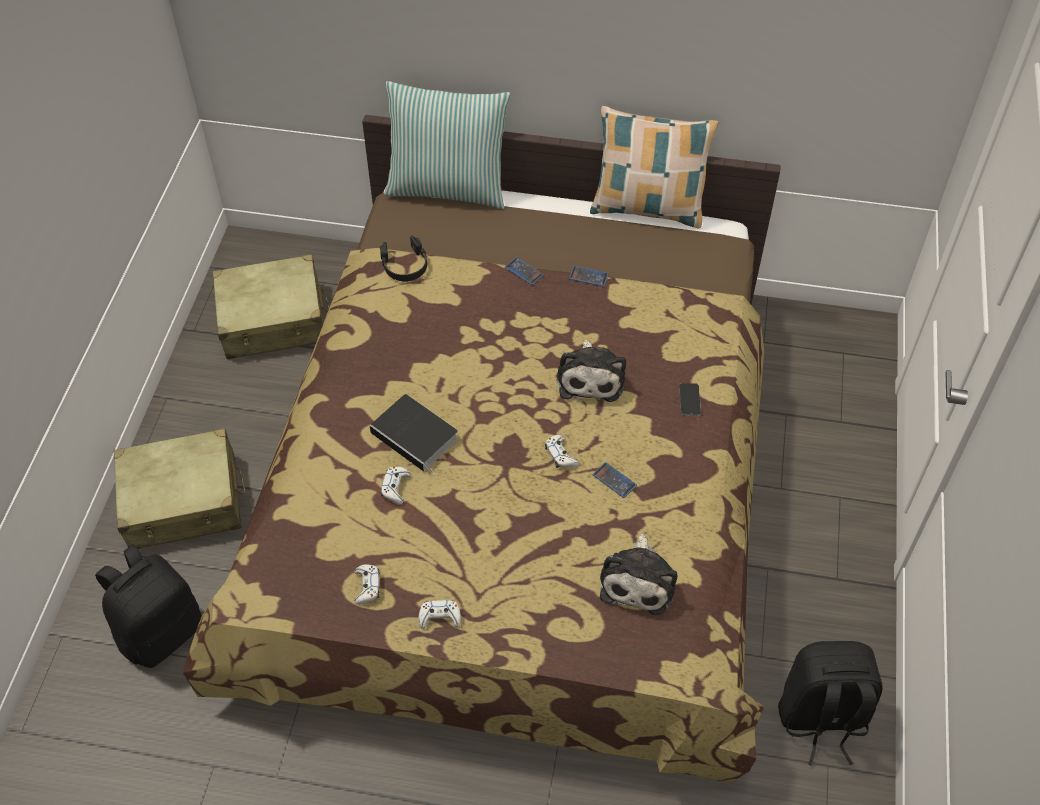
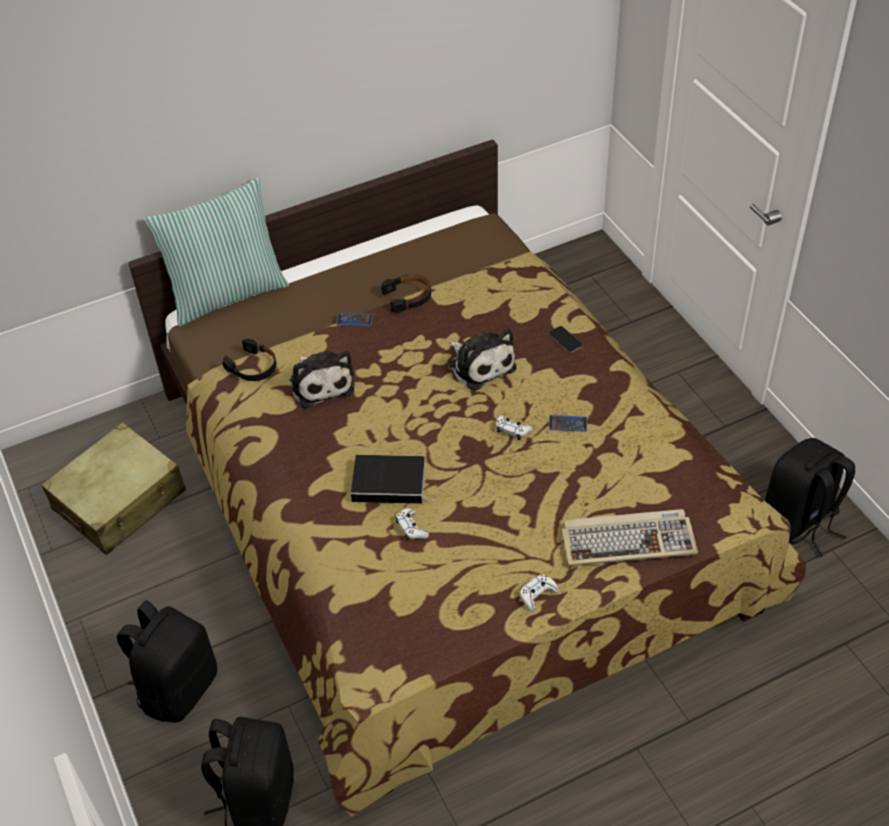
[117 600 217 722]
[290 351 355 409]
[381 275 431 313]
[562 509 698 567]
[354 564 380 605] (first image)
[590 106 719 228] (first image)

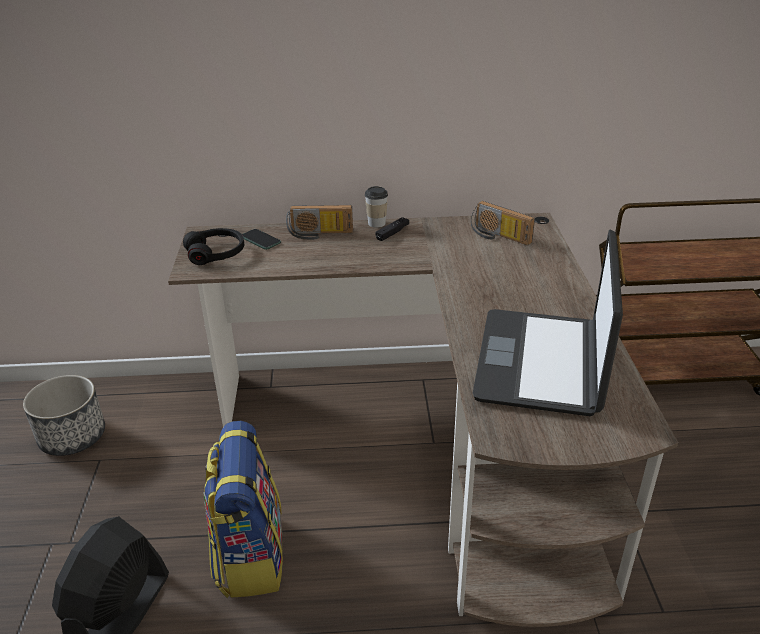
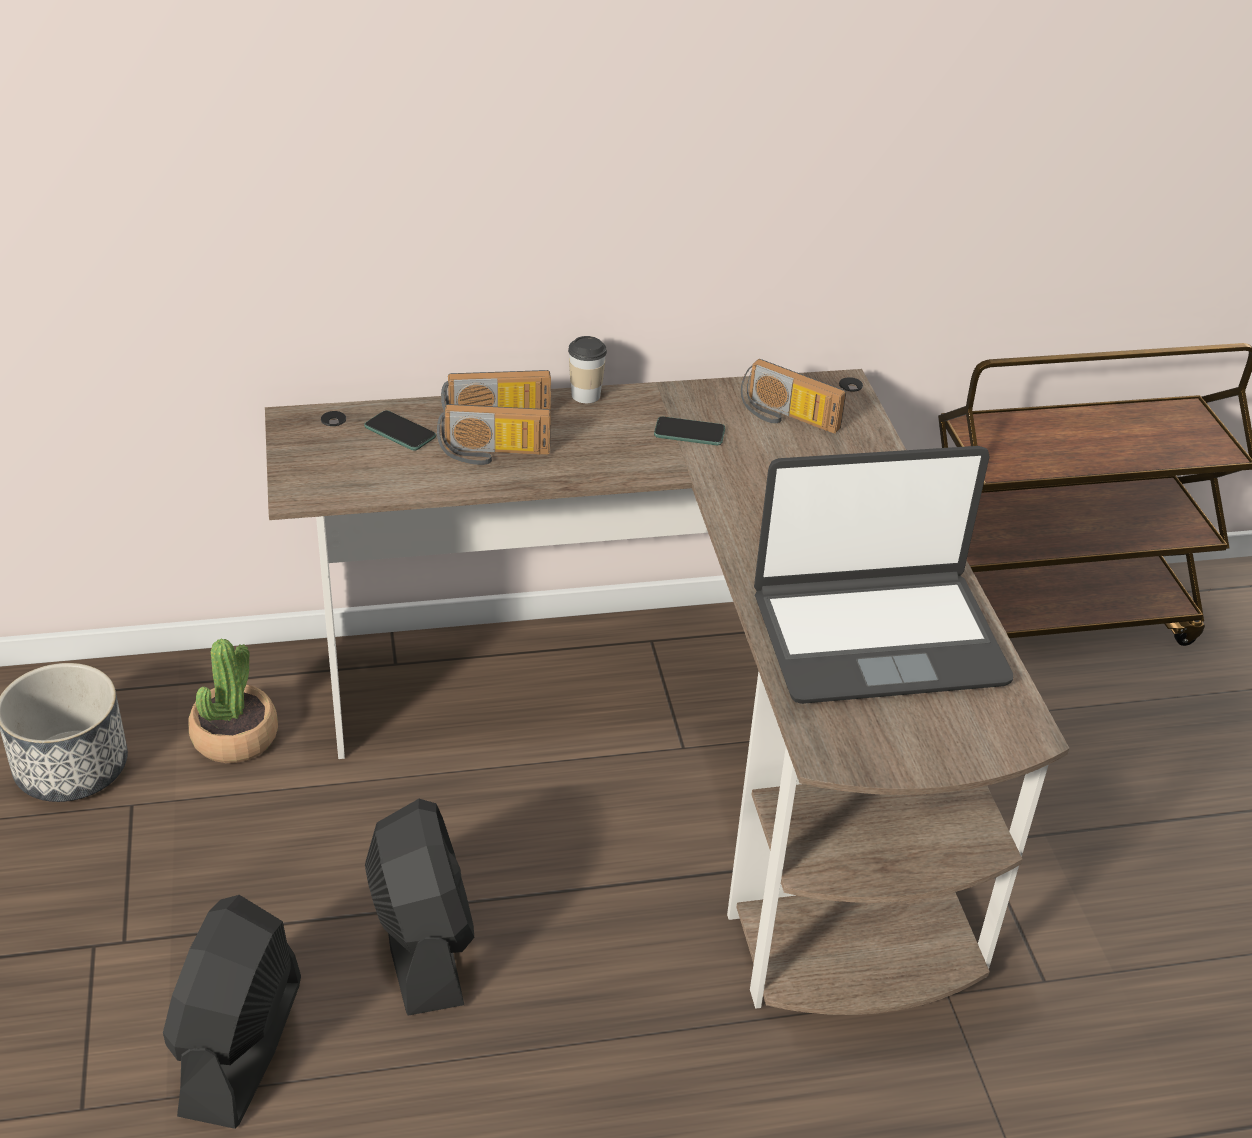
[188 639 278 763]
[365 799 474 1016]
[437 404 551 465]
[654 416 725 445]
[754 446 1013 704]
[183 228 244 265] (first image)
[376 217 409 241] (first image)

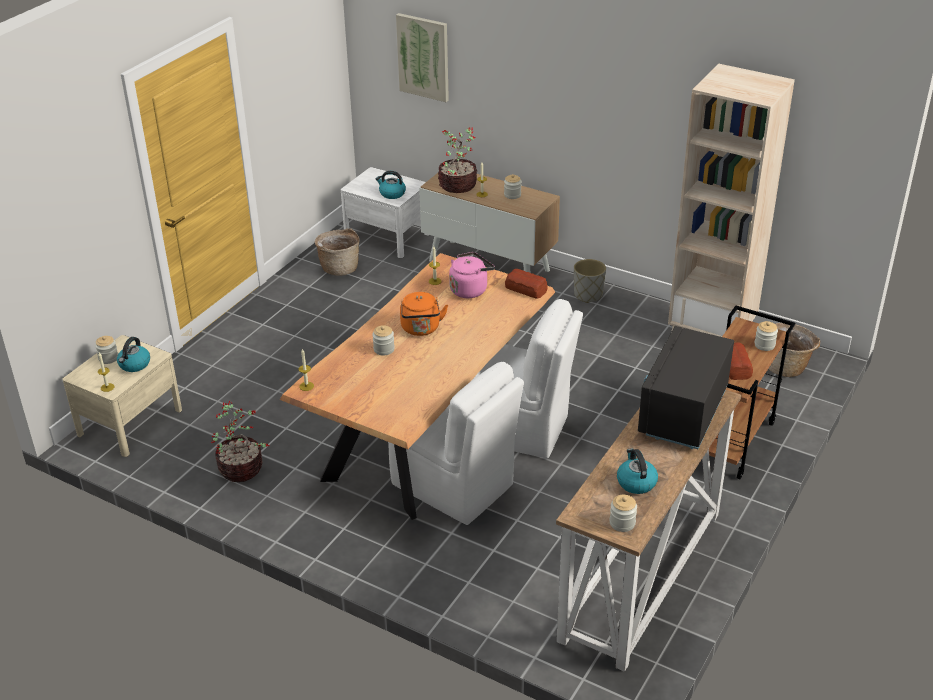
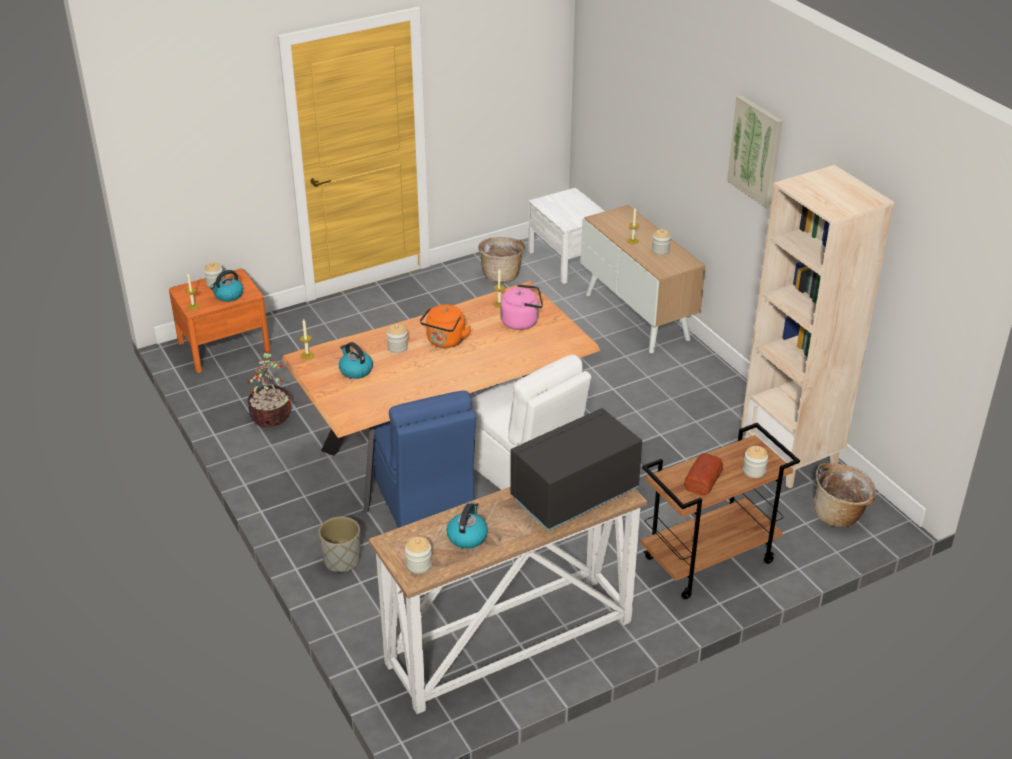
[169 269 270 373]
[318 516 360 572]
[339 342 373 379]
[373 391 476 528]
[727 95 783 208]
[438 127 477 193] (first image)
[505 269 547 299] (first image)

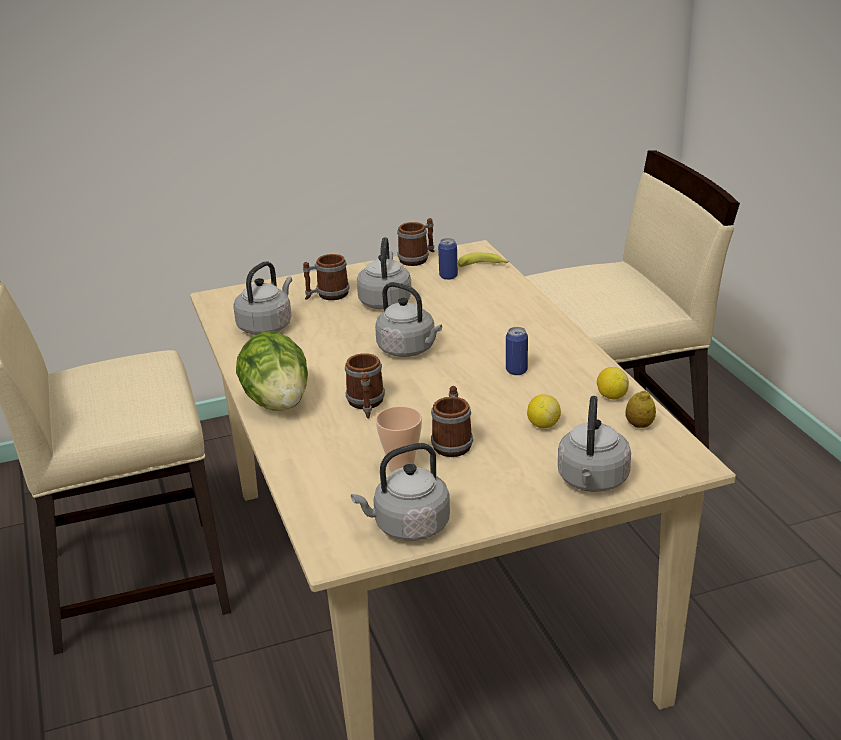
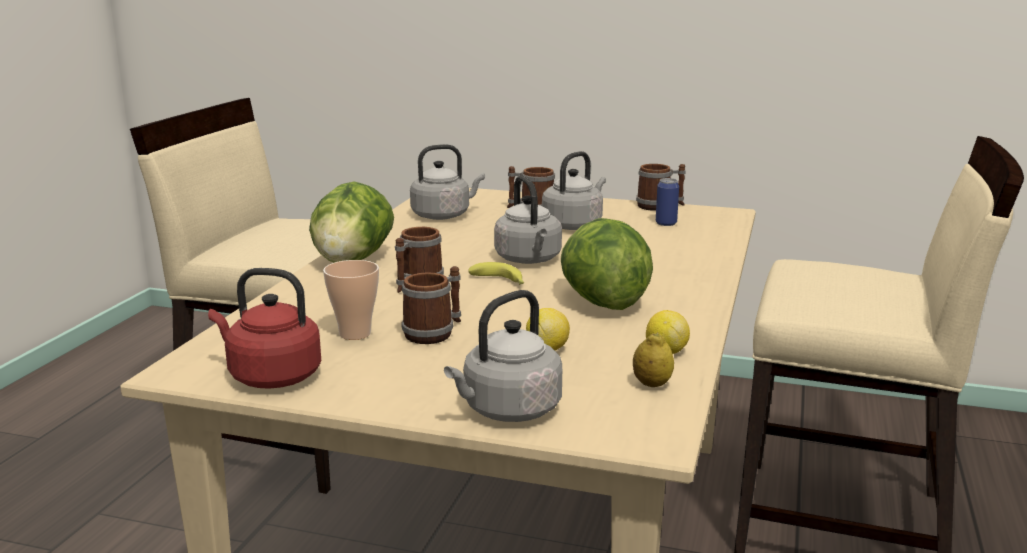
[208 268 321 389]
[468 262 524 285]
[561 218 653 310]

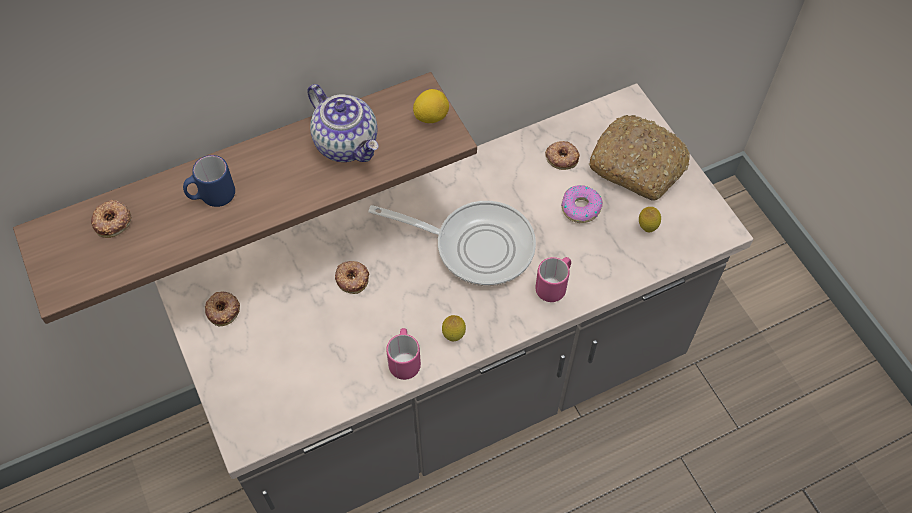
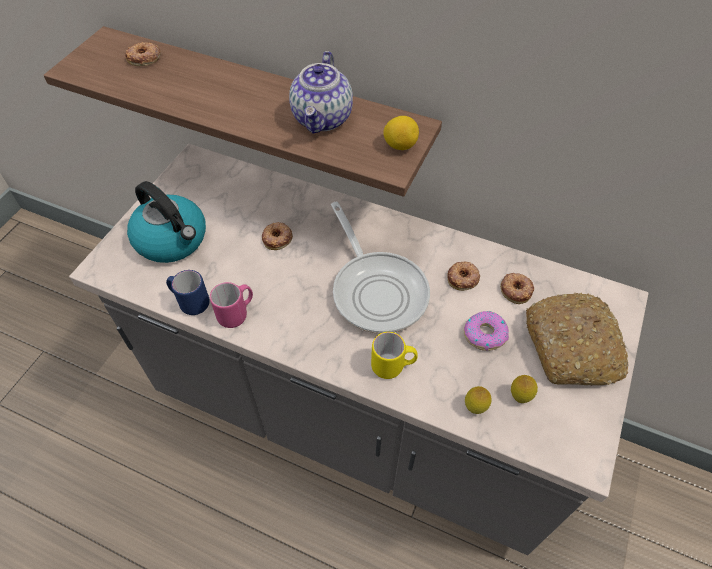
[127 181 206 263]
[166 270 210 315]
[371 332 418 379]
[447 261 480 291]
[465 386 492 414]

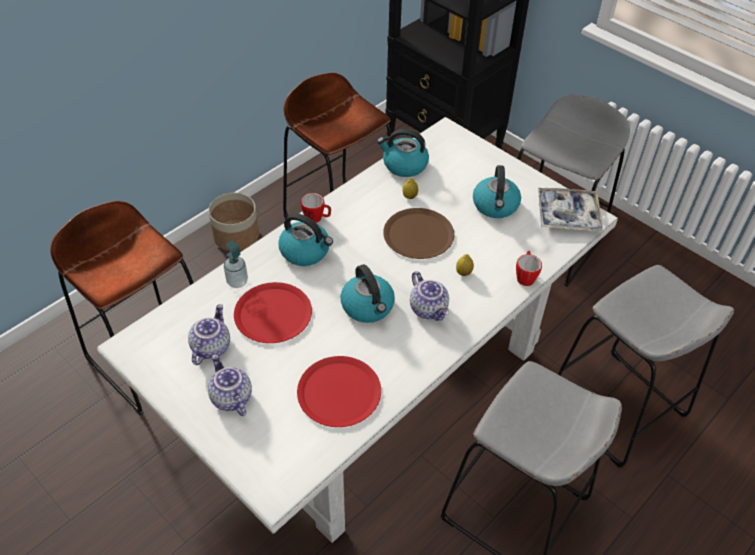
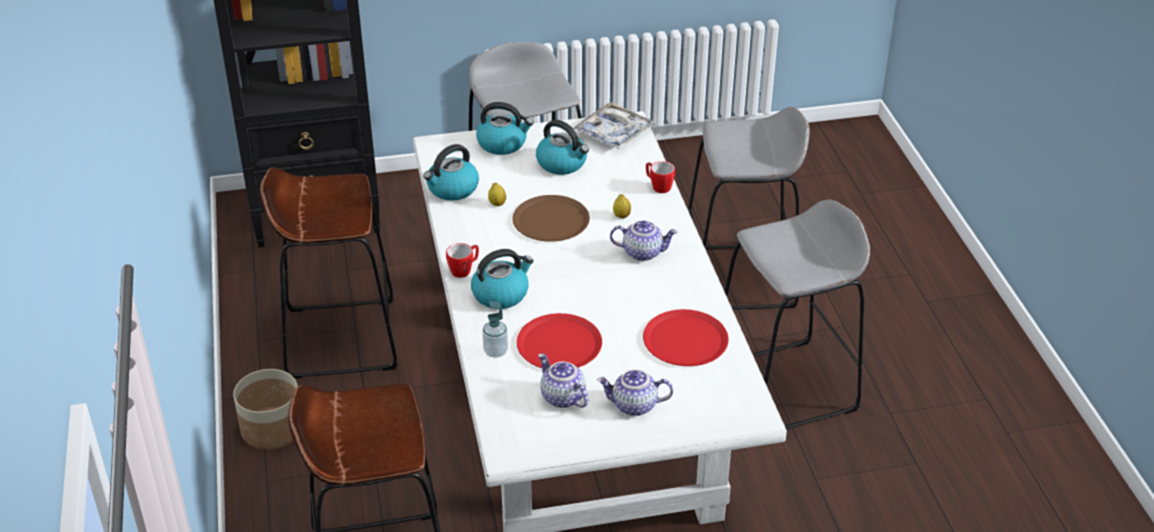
[476 102 534 155]

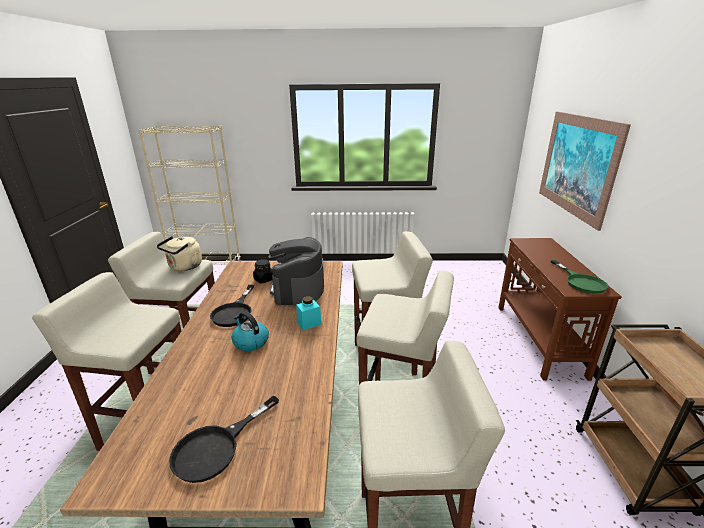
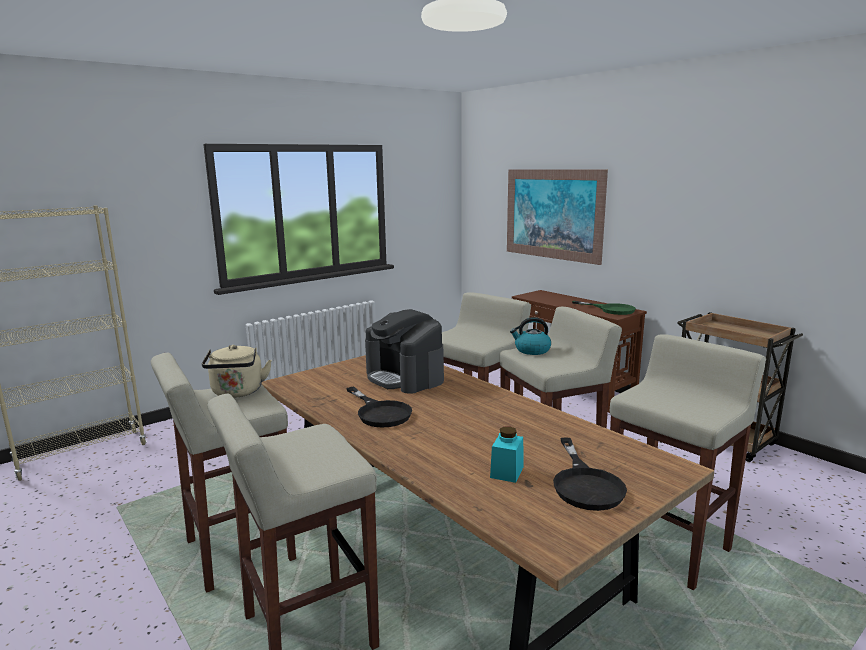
[490 427 524 483]
[510 317 551 355]
[253 259 273 283] (first image)

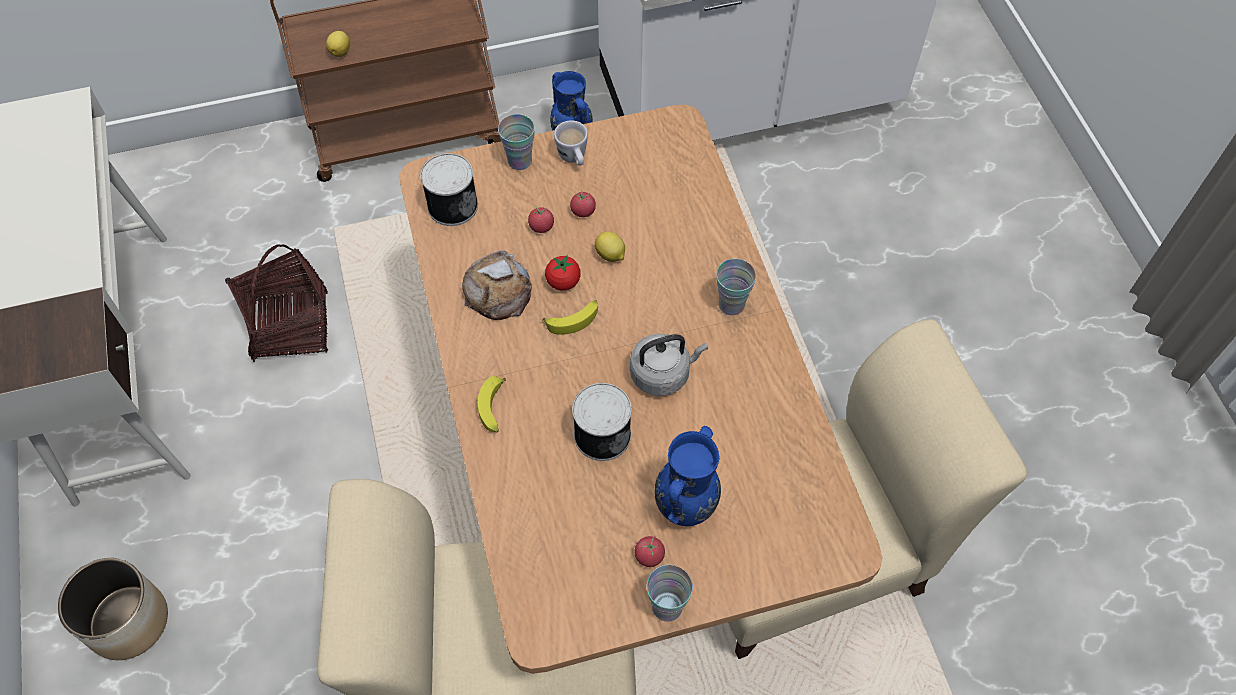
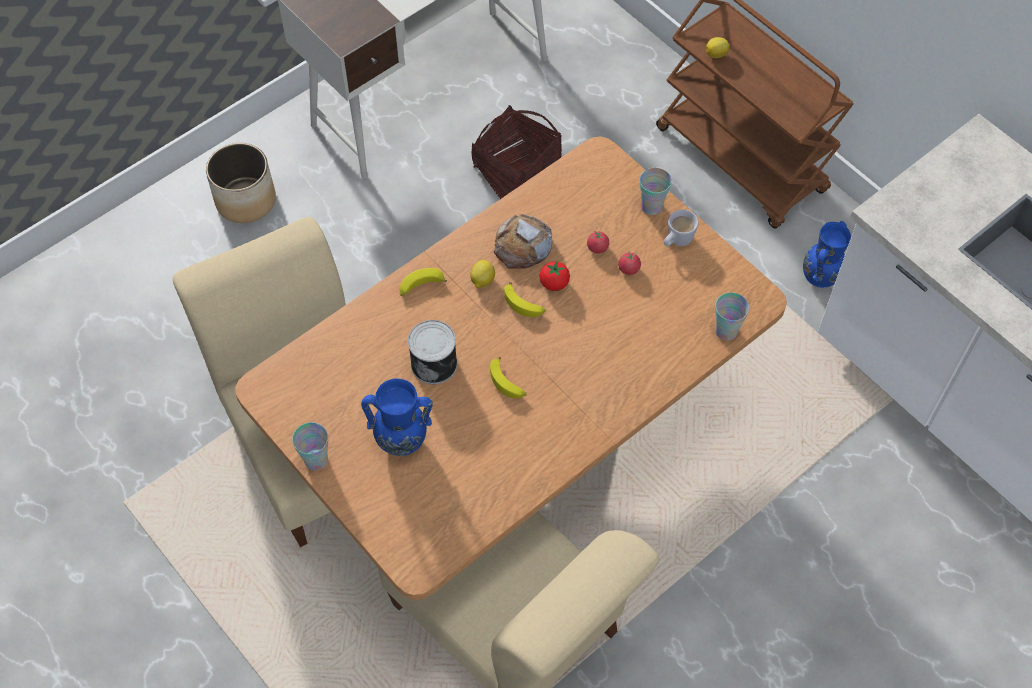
[470 260 495 288]
[490 357 527 399]
[715 293 749 340]
[420 153 478 226] (first image)
[635 536 665 567] (first image)

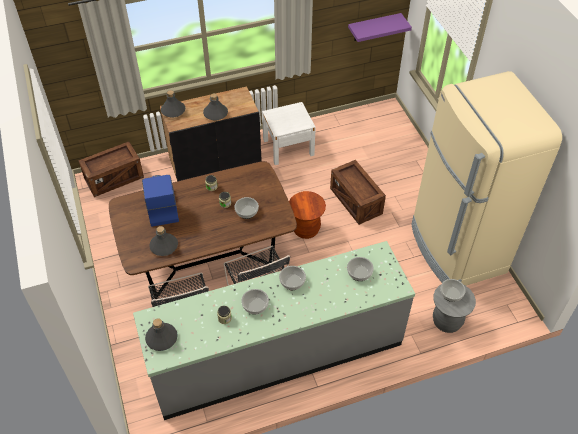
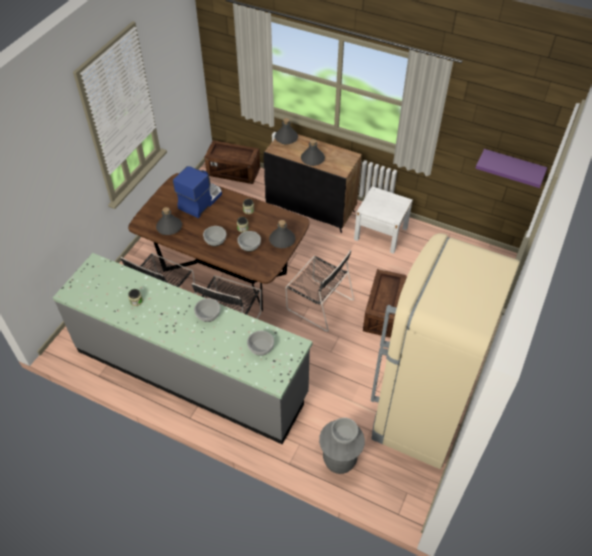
[203 226 226 246]
[269 220 296 248]
[285 250 354 332]

